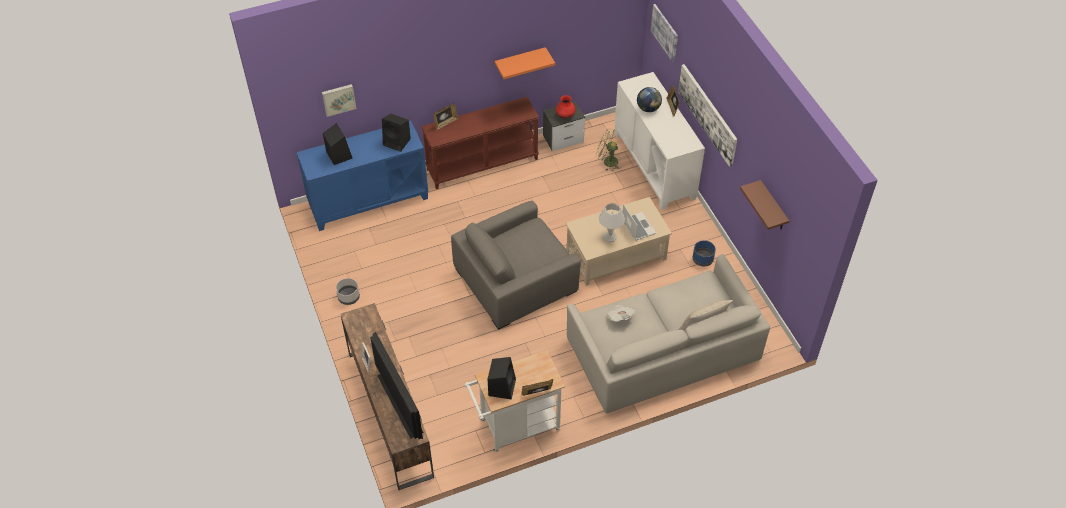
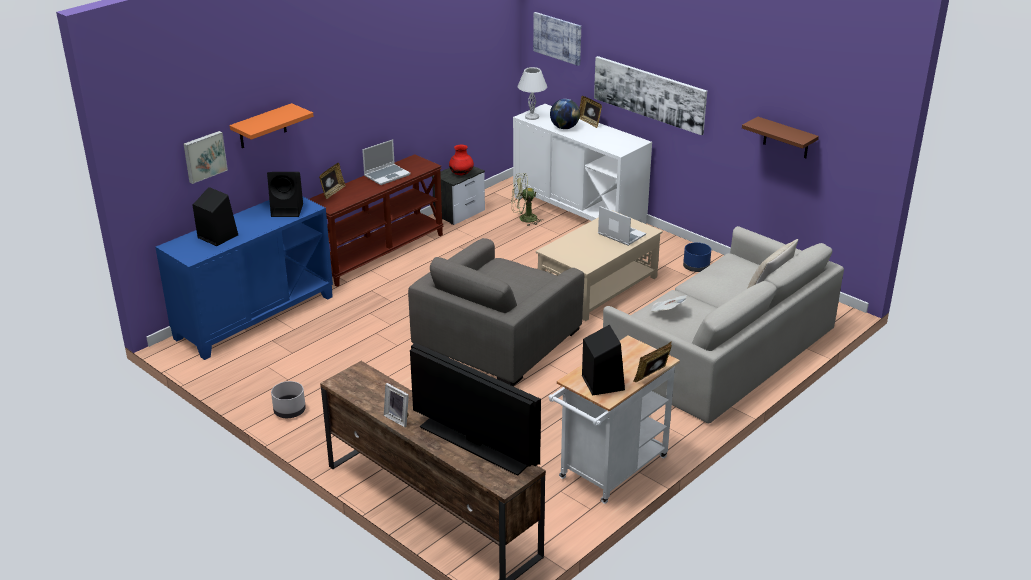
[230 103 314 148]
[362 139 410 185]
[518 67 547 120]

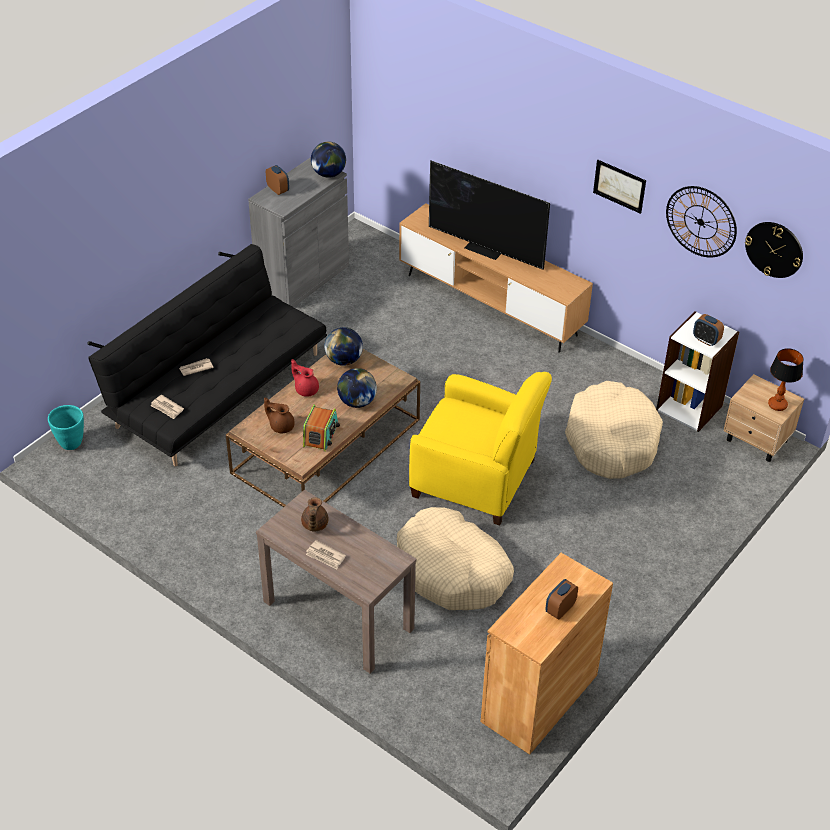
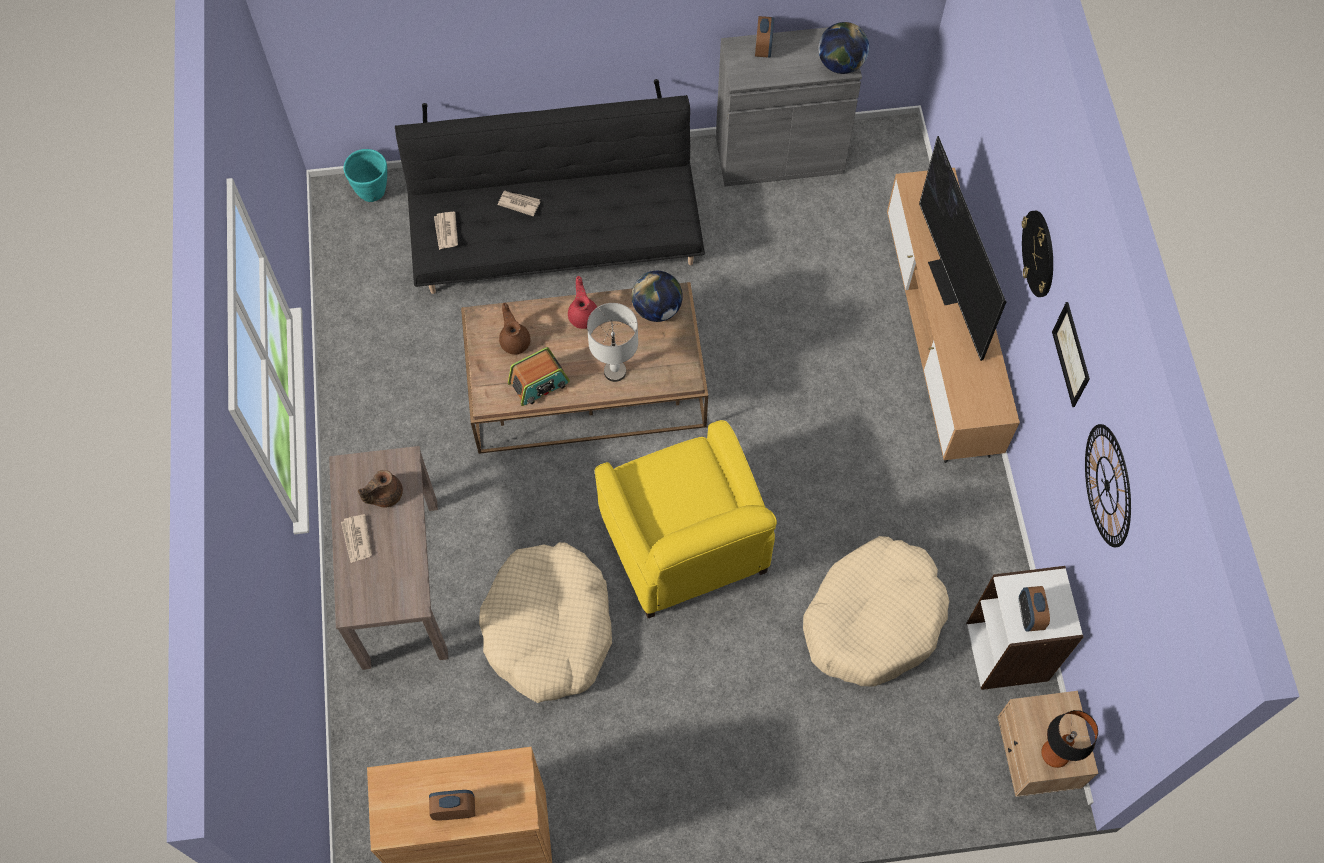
[587 303 638 382]
[1022 211 1053 297]

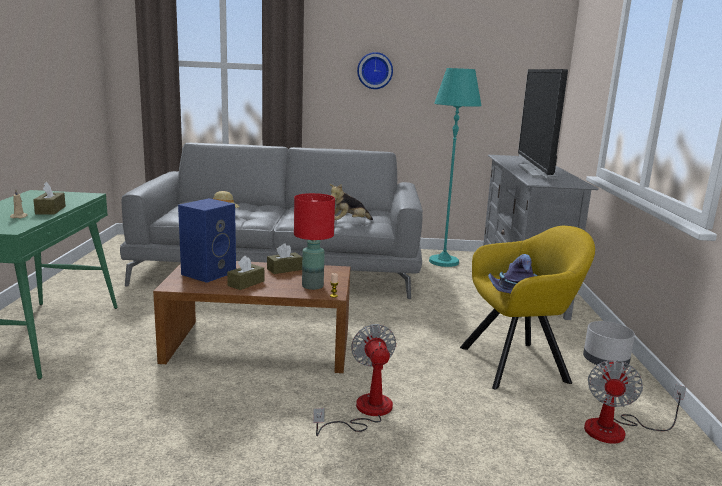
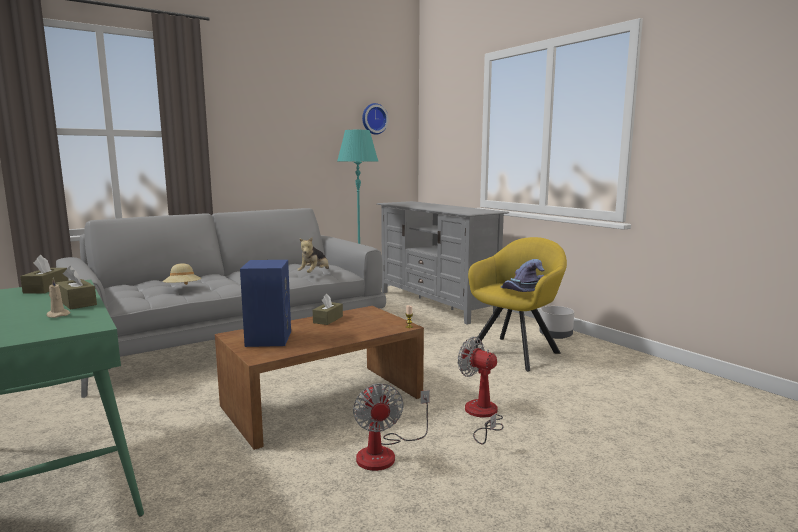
[20 255 69 294]
[353 383 430 471]
[362 103 389 135]
[294 193 335 290] (first image)
[518 69 568 179] (first image)

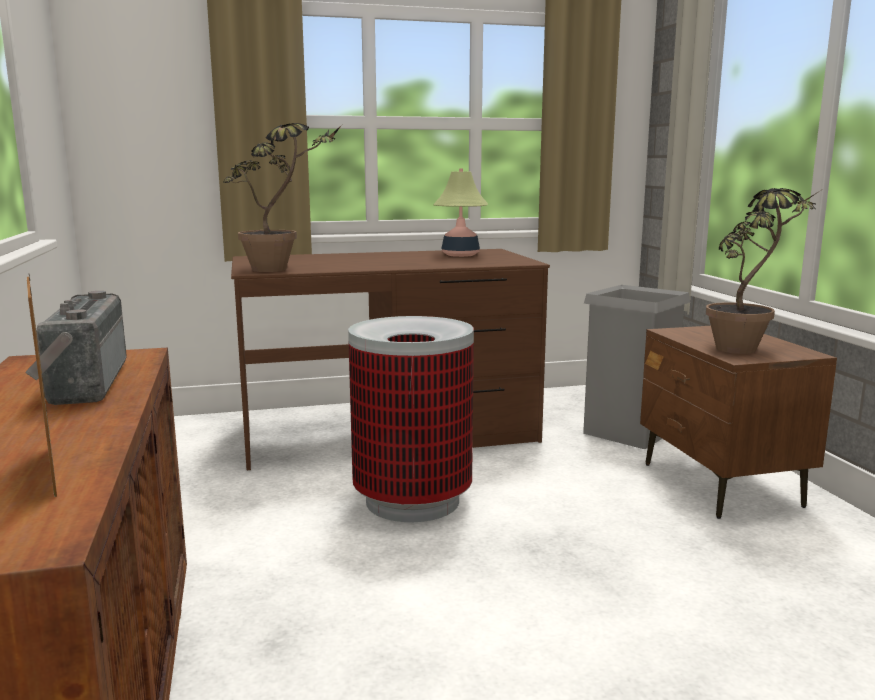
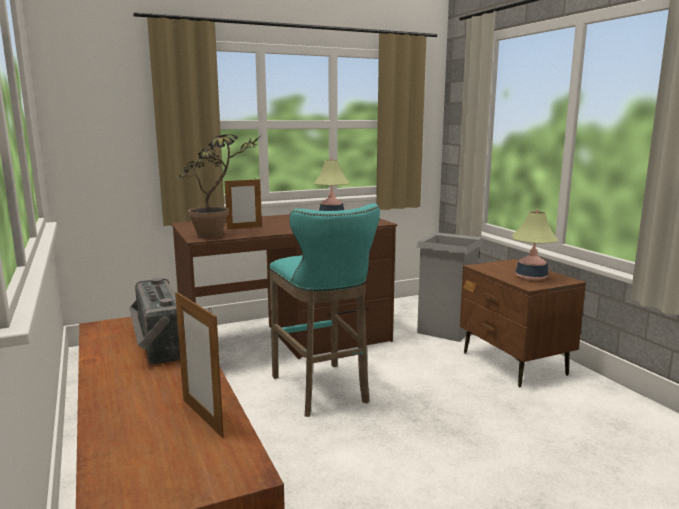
[225 179 262 230]
[269 203 380 417]
[512 210 559 281]

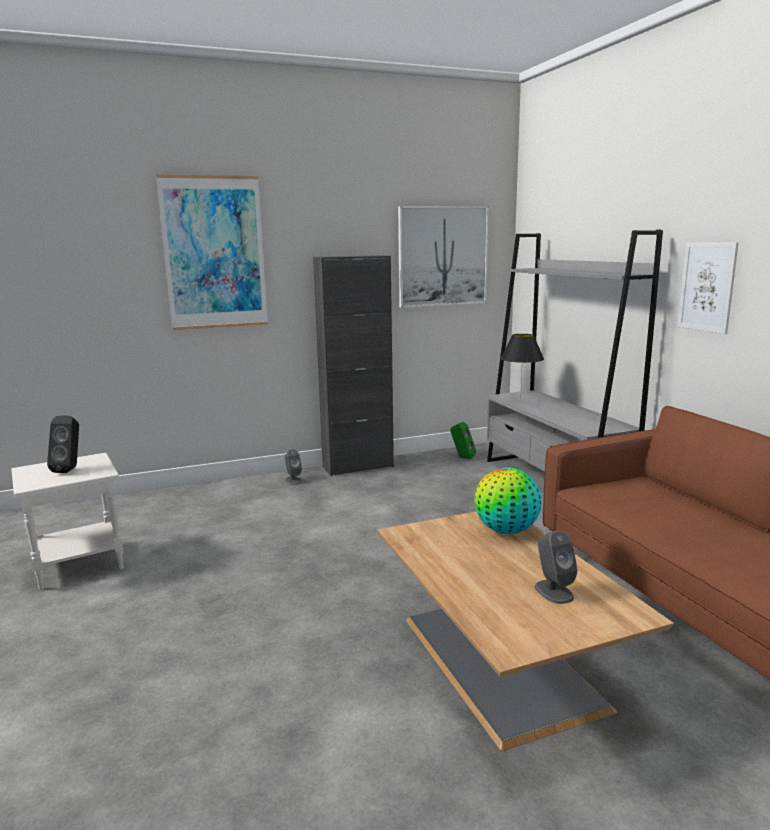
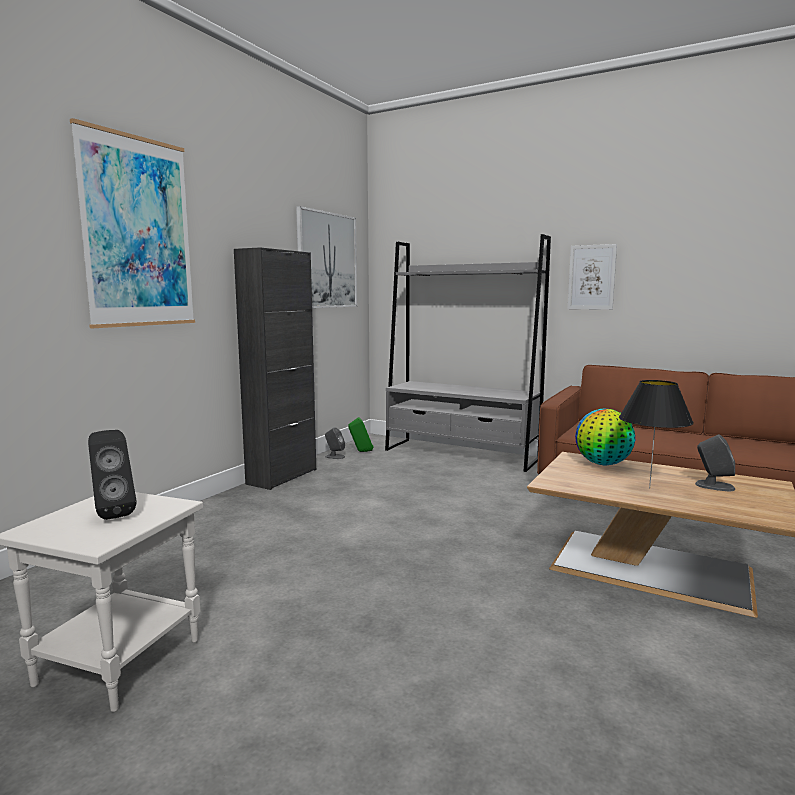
[325 427 345 459]
[619 380 694 488]

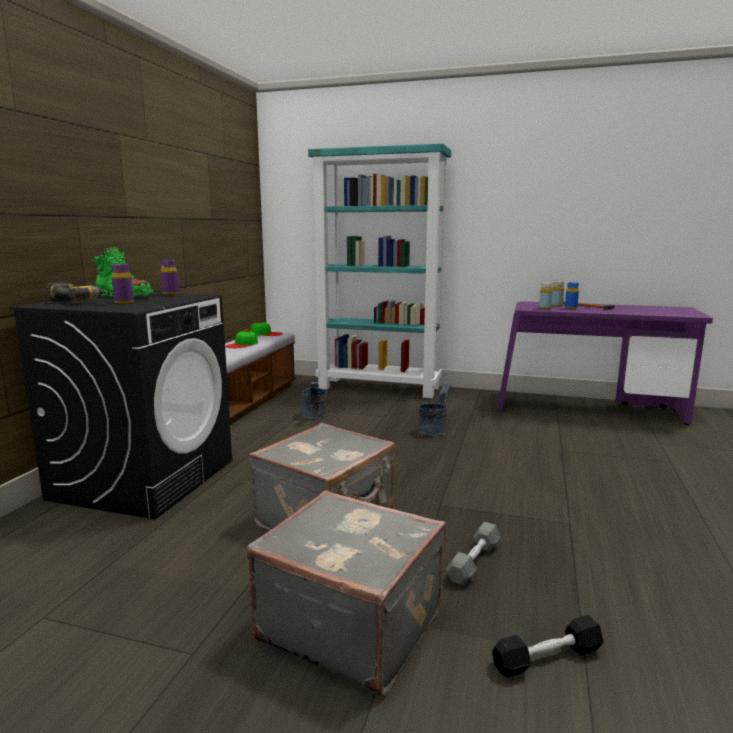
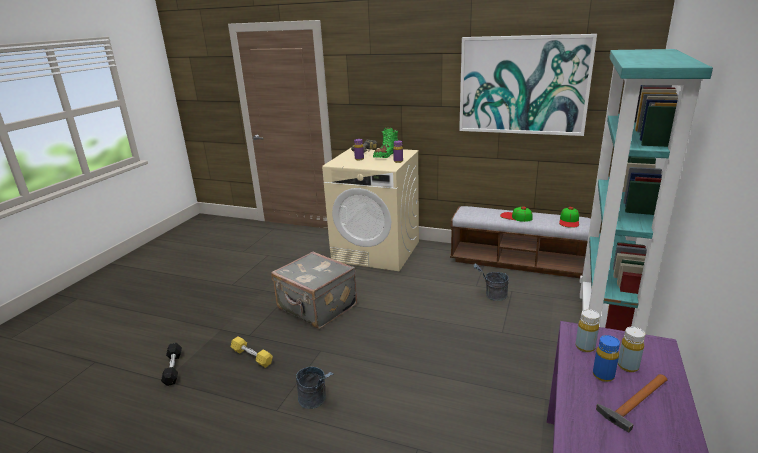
[231 336 273 368]
[296 367 334 409]
[322 148 419 271]
[459 34 597 136]
[247 491 447 696] (first image)

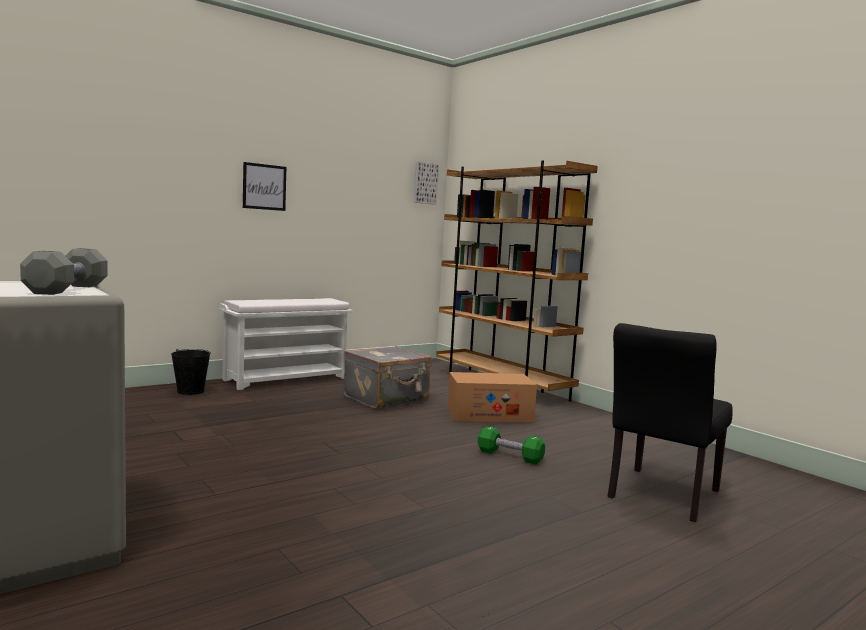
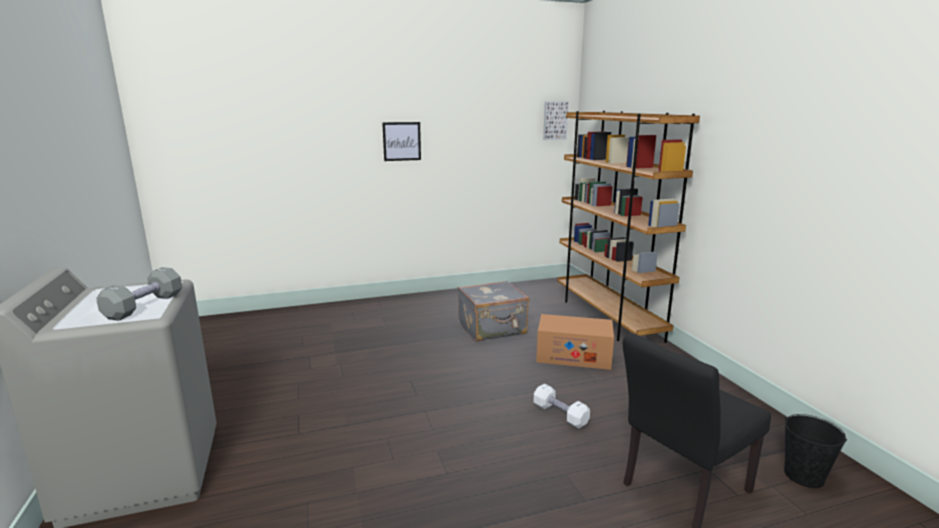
[534 384 590 429]
[784 414 847 488]
[219 298 353 390] (first image)

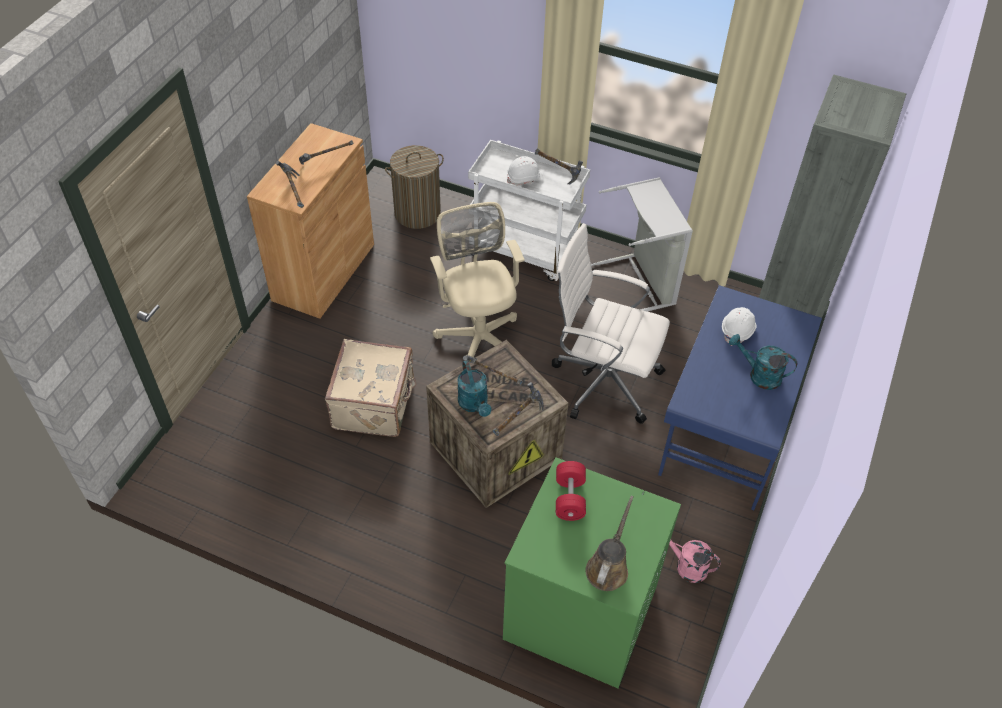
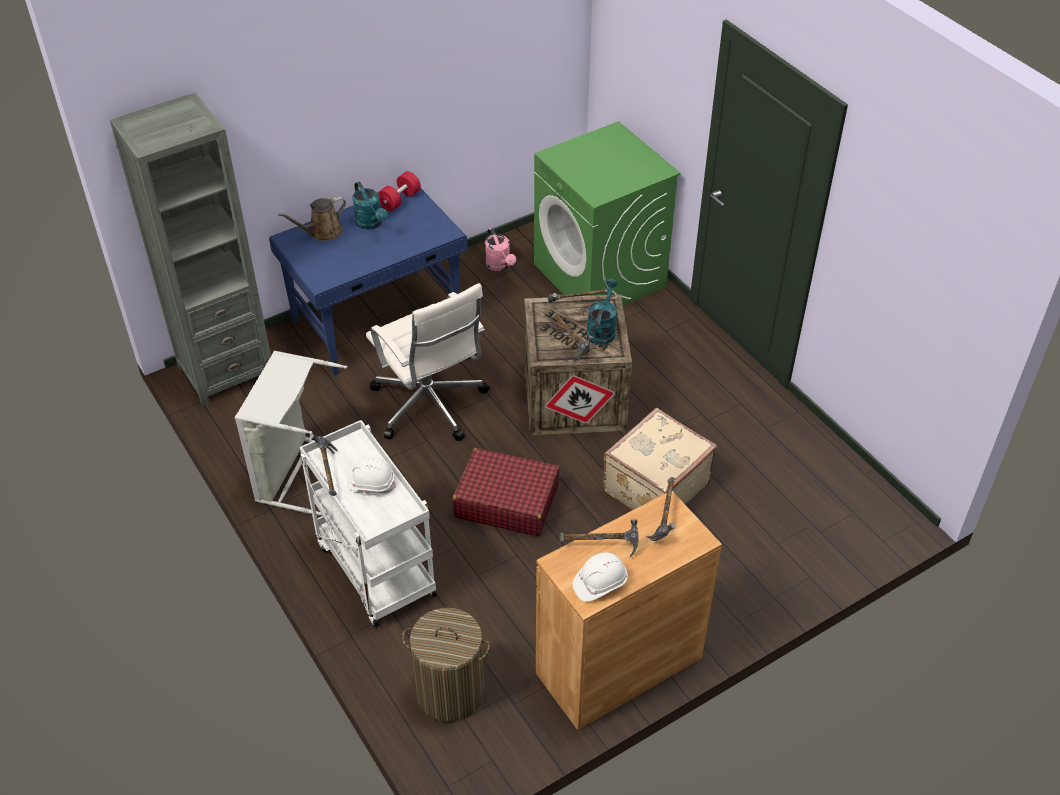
[278 196 346 241]
[378 171 421 211]
[453 448 560 536]
[573 552 628 602]

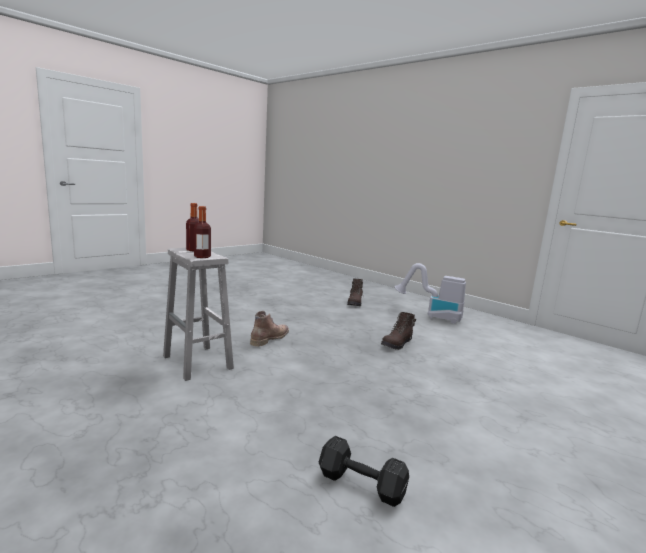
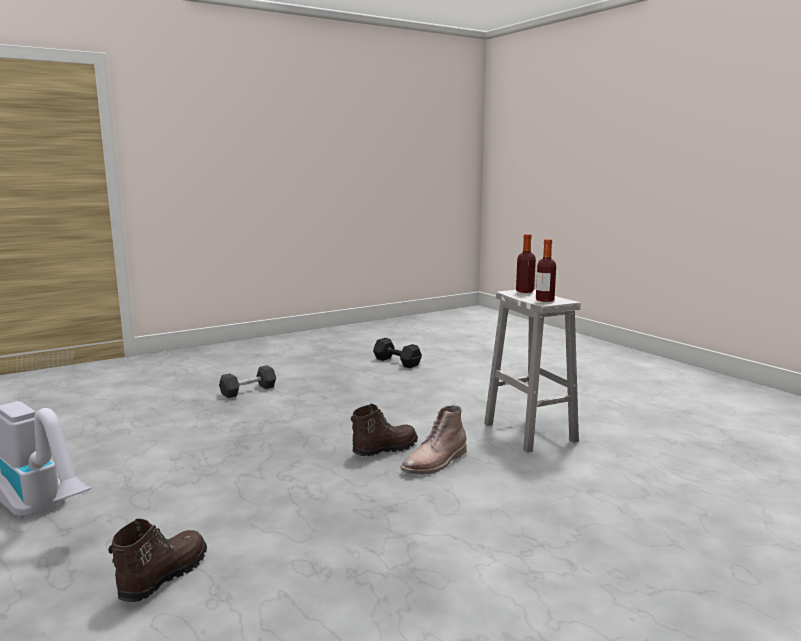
[219 365 276 398]
[351 404 418 456]

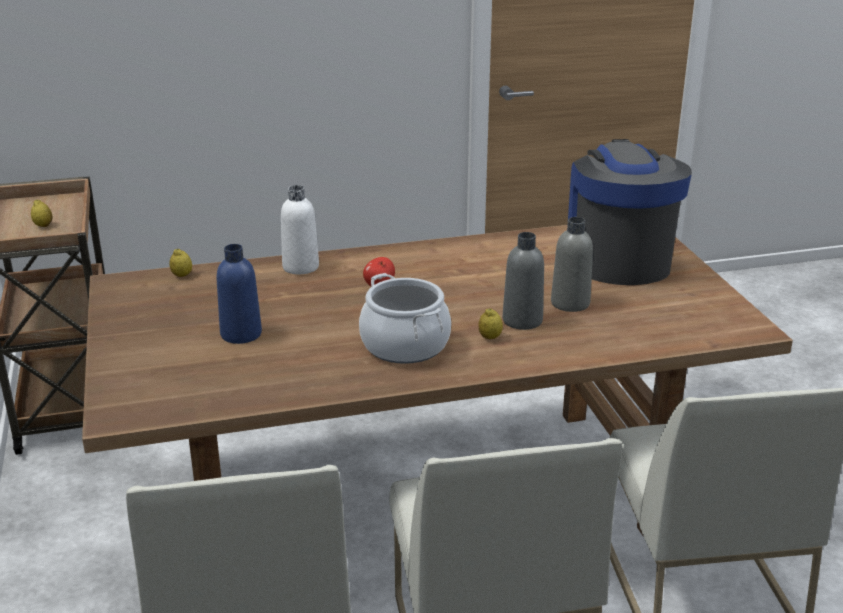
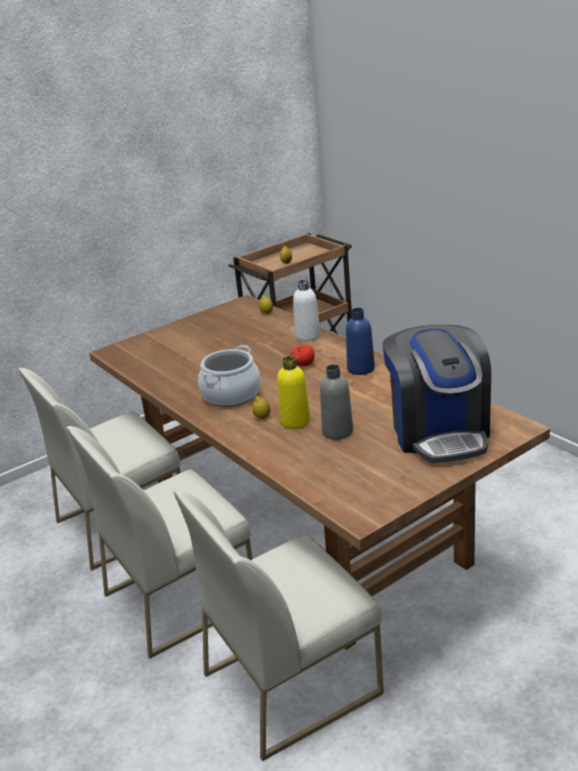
[277 356 310 429]
[346 308 375 375]
[382 325 491 464]

